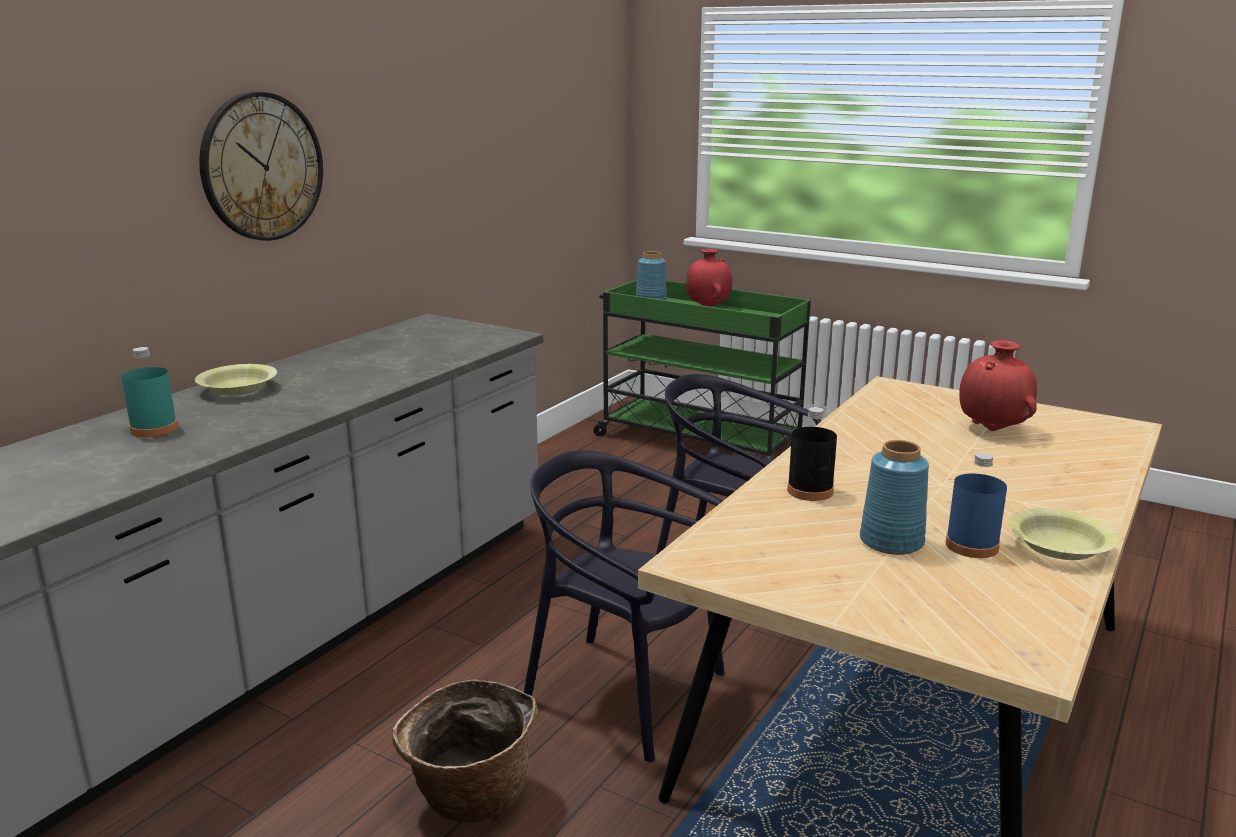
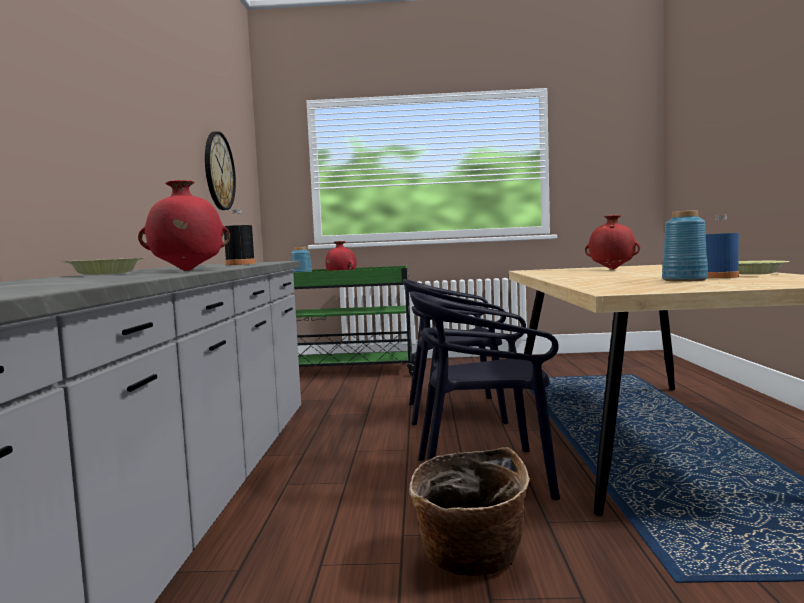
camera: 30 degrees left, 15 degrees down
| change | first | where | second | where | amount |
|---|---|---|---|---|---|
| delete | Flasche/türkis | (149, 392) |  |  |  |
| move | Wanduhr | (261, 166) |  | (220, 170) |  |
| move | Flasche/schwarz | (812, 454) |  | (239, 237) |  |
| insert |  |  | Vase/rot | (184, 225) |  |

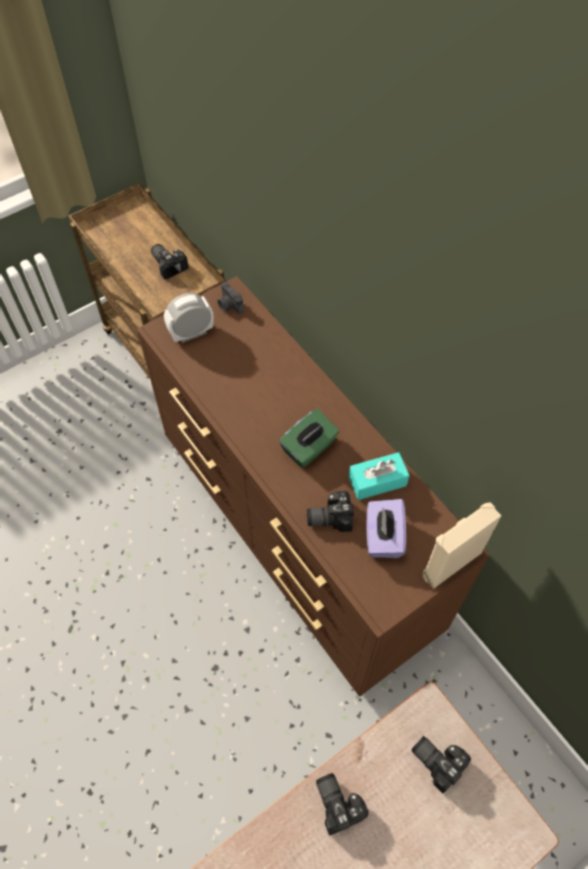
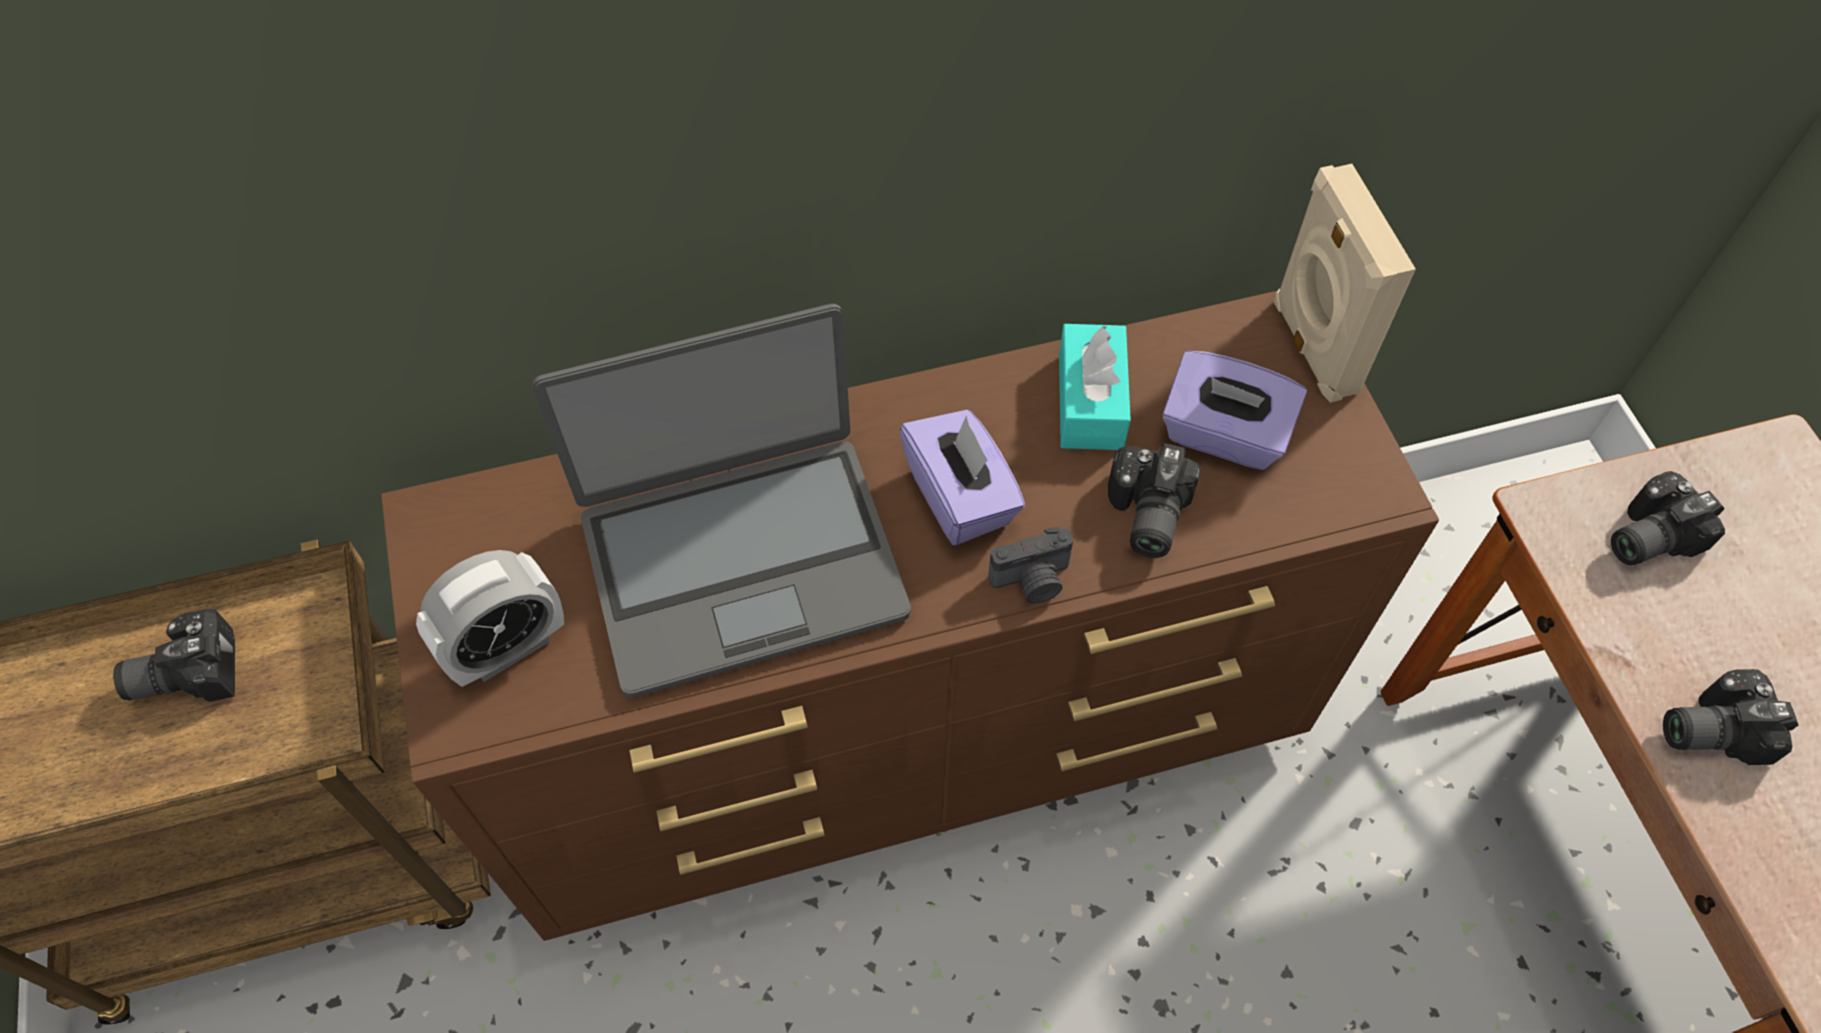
camera: 70 degrees left, 0 degrees up
| change | first | where | second | where | amount |
|---|---|---|---|---|---|
| rotate | Wecker | (189, 318) |  | (490, 618) | 120 degrees counterclockwise |
| move | Kamera | (231, 298) |  | (1031, 565) |  |
| recolor | Taschentuchbox/grün | (309, 438) | Taschentuchbox/lila | (962, 477) |  |
| insert |  |  | Laptop | (721, 501) |  |

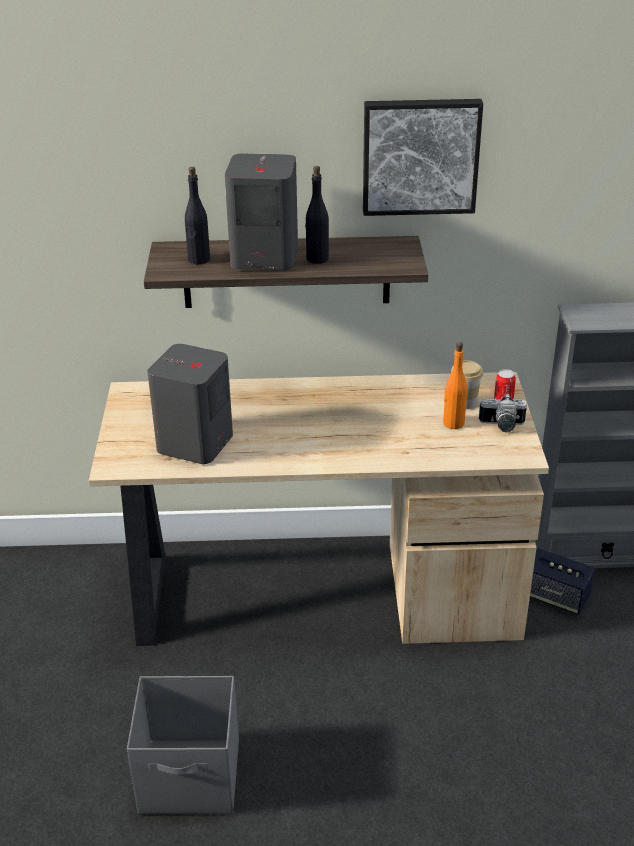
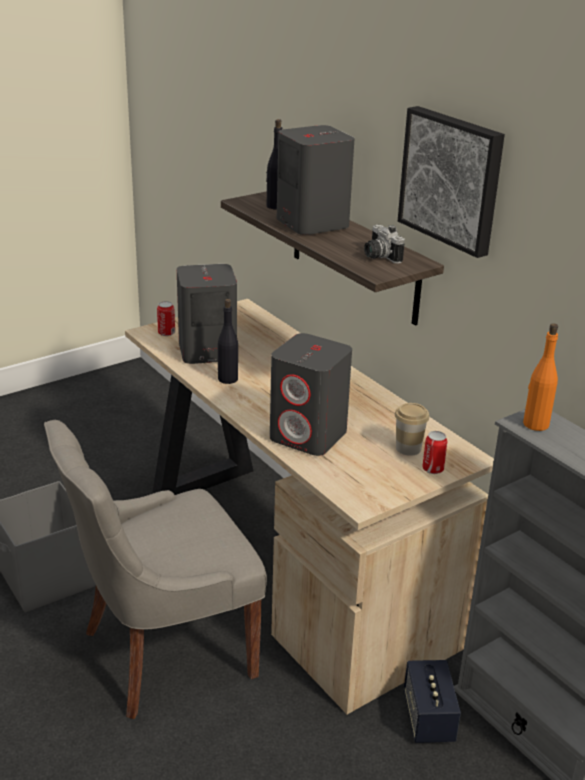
camera: 55 degrees right, 5 degrees down
| change | first | where | second | where | amount |
|---|---|---|---|---|---|
| move | Flasche/schwarz | (317, 215) |  | (228, 341) |  |
| move | Flasche/orange | (455, 385) |  | (540, 377) |  |
| move | Kamera | (503, 412) |  | (384, 244) |  |
| insert |  |  | Stuhl/grau | (155, 569) |  |
| insert |  |  | Dose | (166, 318) |  |
| insert |  |  | Lautsprecher/grau | (311, 394) |  |

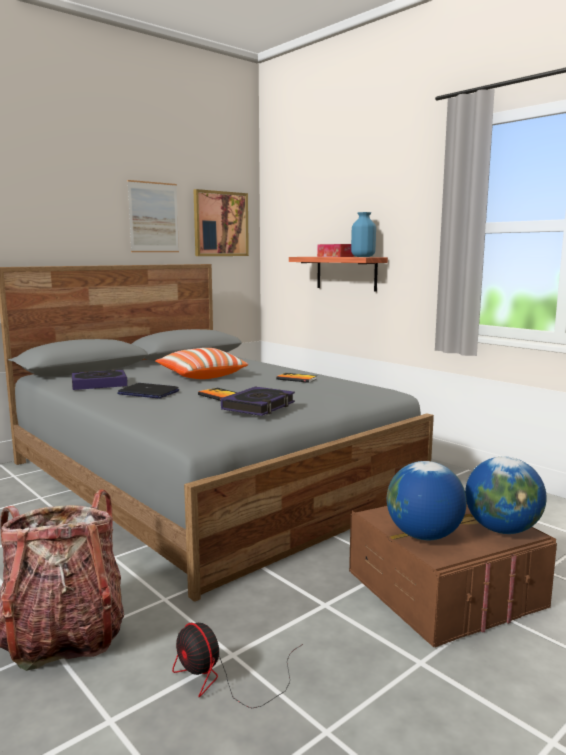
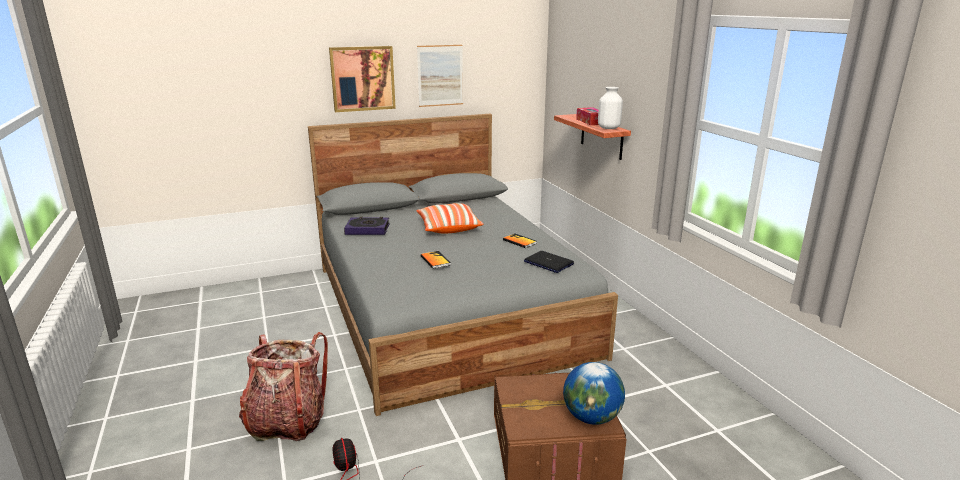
camera: 20 degrees right, 10 degrees up
| change | first | where | second | where | amount |
|---|---|---|---|---|---|
| move | Laptop | (148, 391) |  | (549, 262) |  |
| move | Bild | (221, 222) |  | (362, 79) |  |
| delete | Buch | (258, 401) |  |  |  |
| recolor | Vase/blau | (363, 234) | Vase/weiß | (610, 108) |  |
| delete | Globus | (427, 500) |  |  |  |

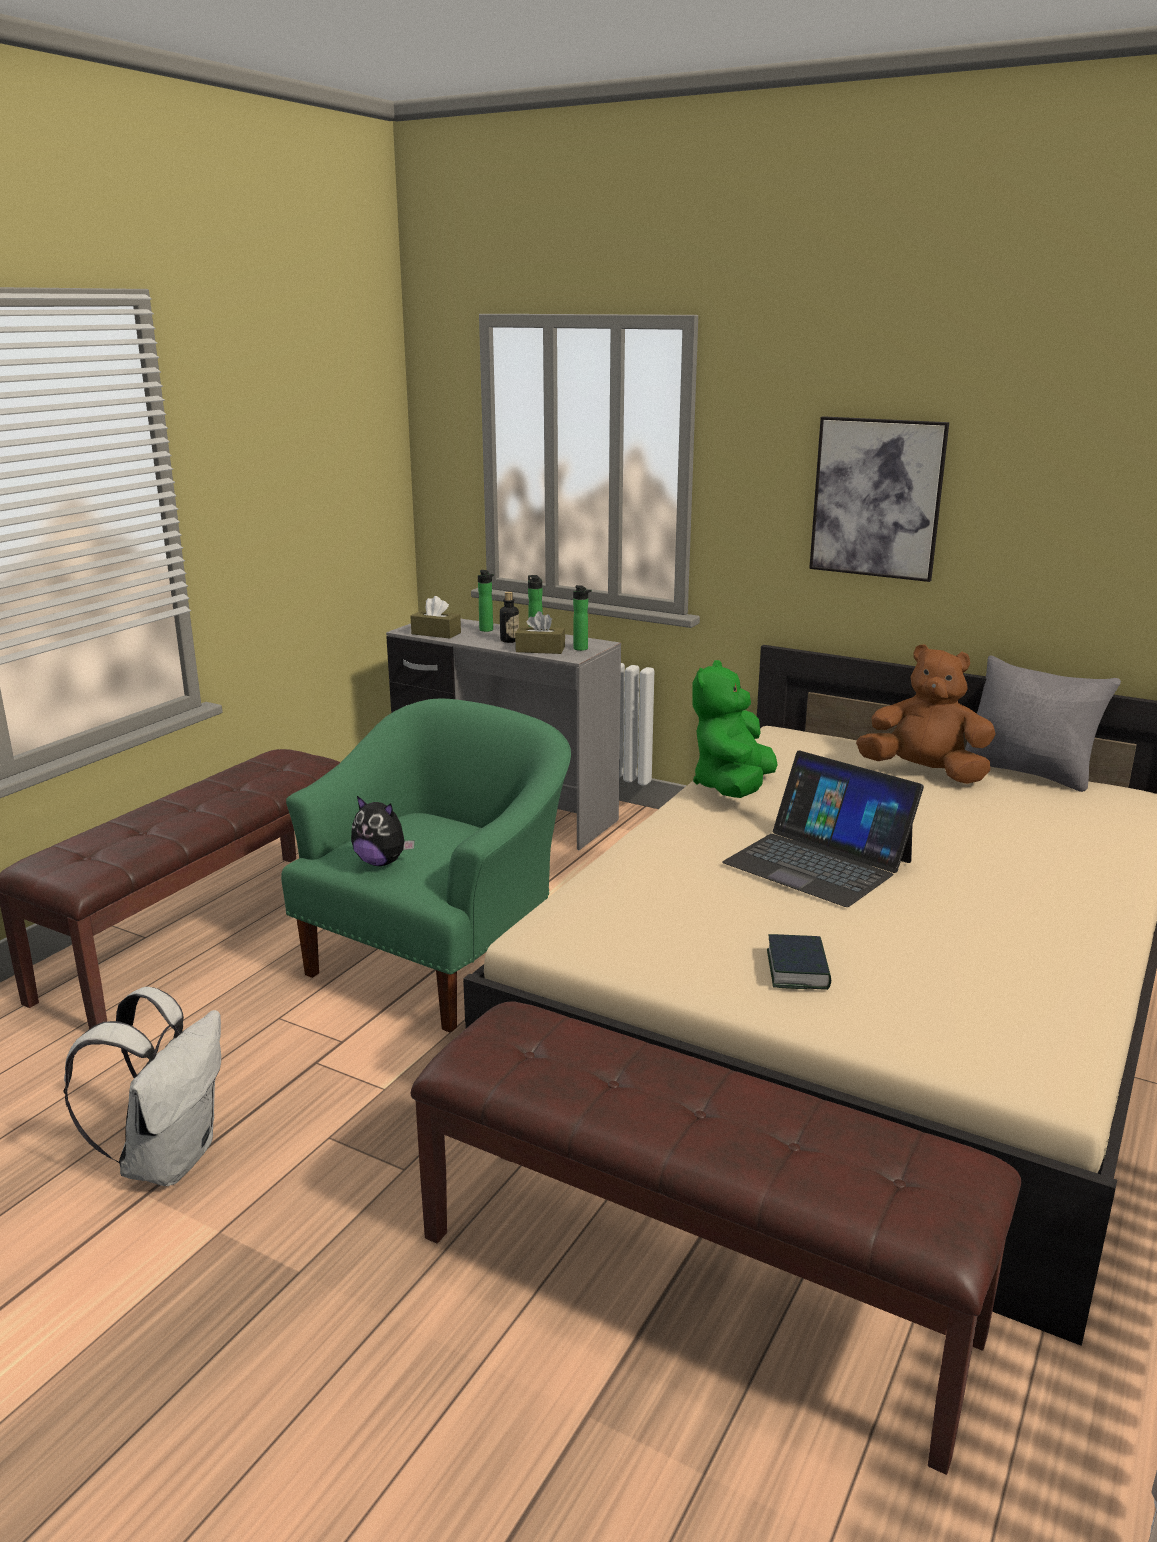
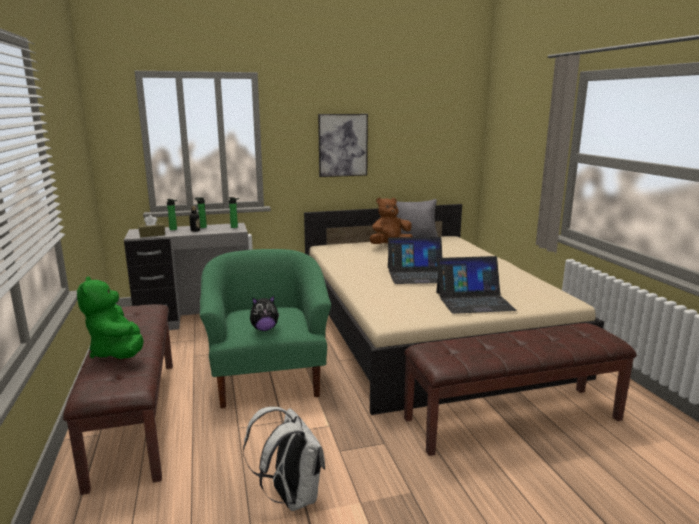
camera: 45 degrees left, 5 degrees down
| change | first | where | second | where | amount |
|---|---|---|---|---|---|
| delete | Taschentuchbox/braun | (540, 632) |  |  |  |
| move | Plüschtier/grün | (735, 729) |  | (110, 317) |  |
| replace | Buch | (799, 962) | Laptop | (476, 285) |  |

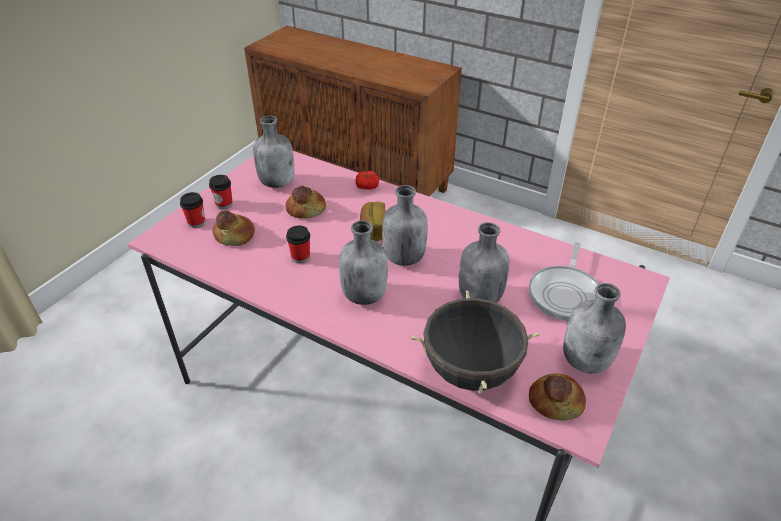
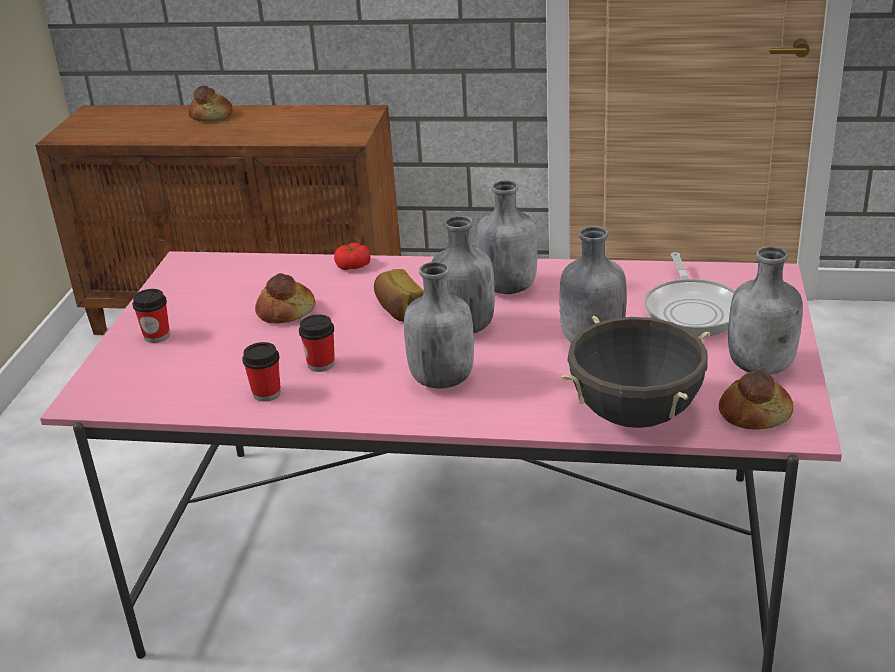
camera: 20 degrees left, 10 degrees down
| change | first | where | second | where | amount |
|---|---|---|---|---|---|
| move | Tasse | (192, 210) |  | (261, 372) |  |
| move | Brot | (234, 228) |  | (210, 103) |  |
| move | Flasche/grau | (273, 152) |  | (507, 237) |  |

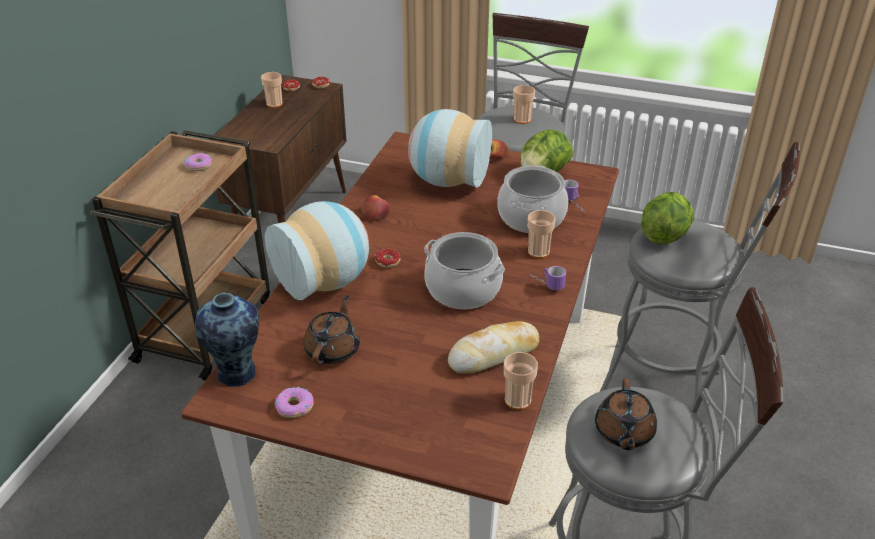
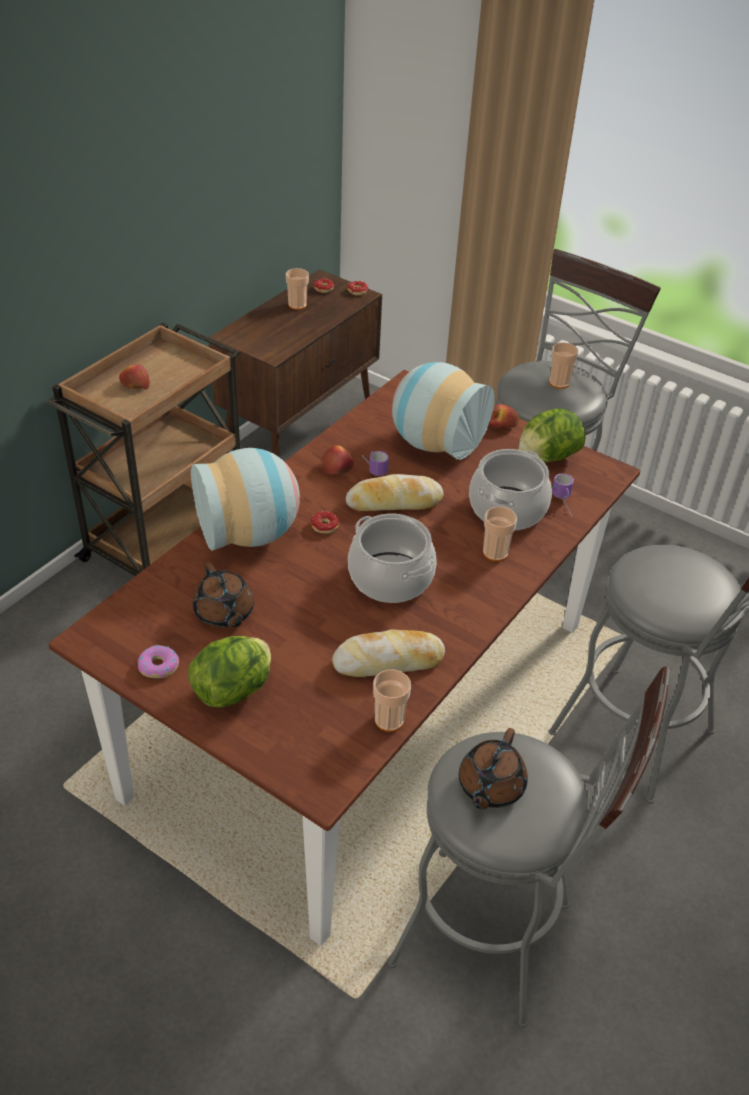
camera: 15 degrees right, 5 degrees up
| change | first | where | second | where | amount |
|---|---|---|---|---|---|
| delete | Donut | (198, 162) |  |  |  |
| delete | Vase | (227, 340) |  |  |  |
| rotate | Teekanne/braun | (331, 330) |  | (223, 594) | 120 degrees clockwise |
| move | Henkelbecher | (548, 278) |  | (375, 463) |  |
| move | Salatkopf | (667, 218) |  | (229, 672) |  |
| insert |  |  | Apfel | (134, 377) |  |
| insert |  |  | Brot | (395, 492) |  |

